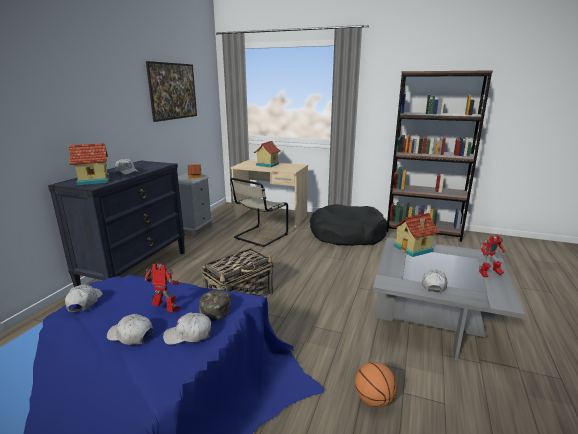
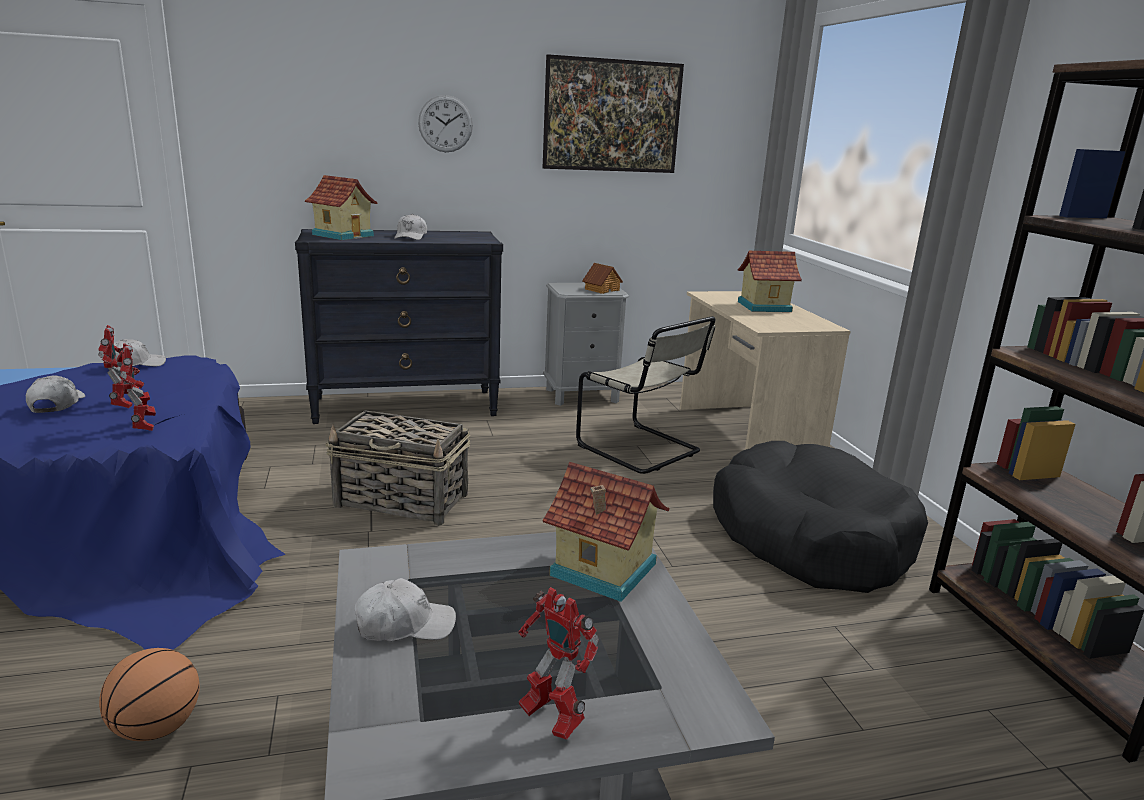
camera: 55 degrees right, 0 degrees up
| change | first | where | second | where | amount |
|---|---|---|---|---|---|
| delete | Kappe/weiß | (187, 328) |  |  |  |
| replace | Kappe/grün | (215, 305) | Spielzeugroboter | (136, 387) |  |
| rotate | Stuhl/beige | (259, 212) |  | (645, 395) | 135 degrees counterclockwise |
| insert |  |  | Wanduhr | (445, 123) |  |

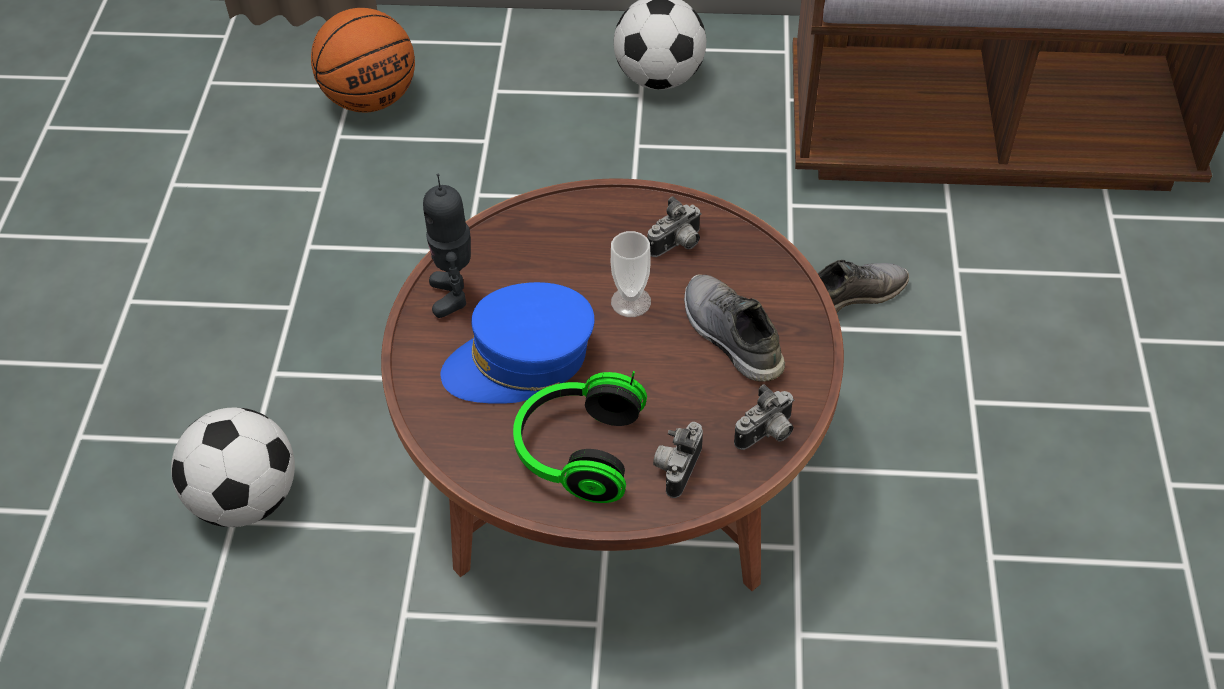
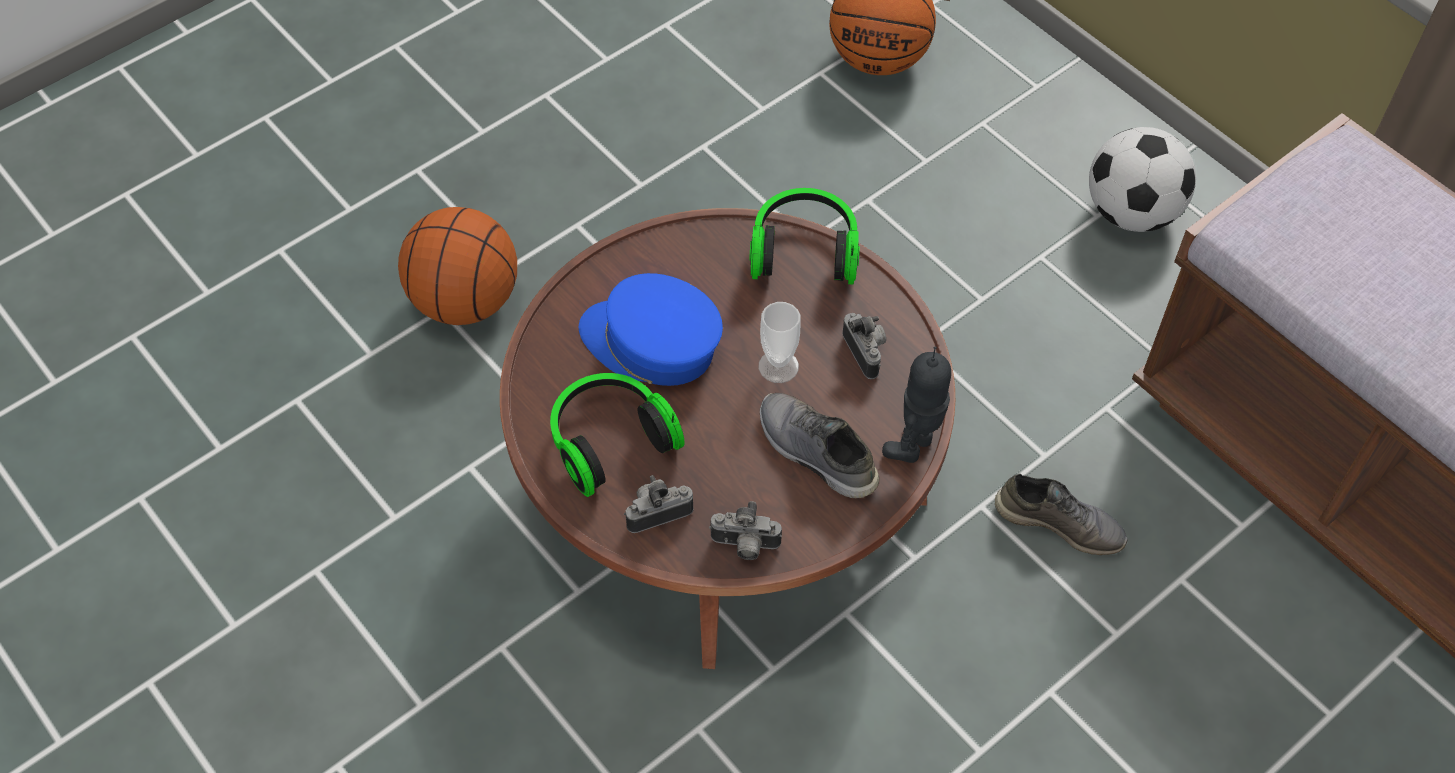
camera: 45 degrees right, 5 degrees up
| change | first | where | second | where | amount |
|---|---|---|---|---|---|
| replace | Fußball | (233, 467) | Basketball | (457, 266) |  |
| move | Spielzeugroboter | (447, 246) |  | (916, 404) |  |
| rotate | Kamera | (674, 226) |  | (864, 346) | 120 degrees counterclockwise |
| rotate | Schuh/grau | (734, 328) |  | (819, 445) | 60 degrees counterclockwise |
| insert |  |  | Kopfhörer | (804, 236) |  |

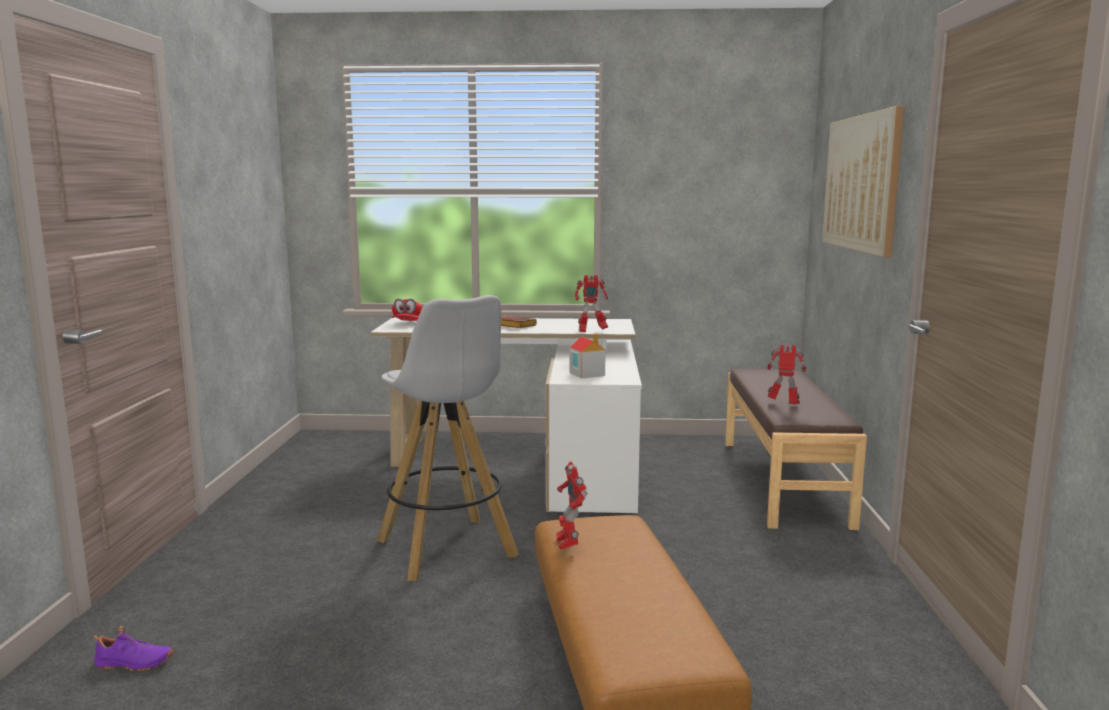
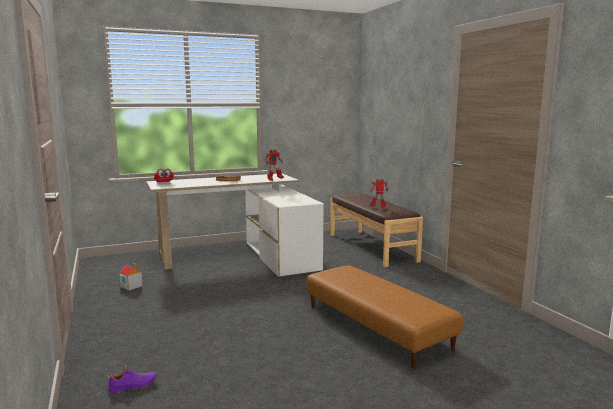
camera: 25 degrees left, 0 degrees up
| change | first | where | second | where | amount |
|---|---|---|---|---|---|
| delete | Hocker/weiß | (448, 438) |  |  |  |
| delete | Spielzeugroboter | (572, 505) |  |  |  |
| move | Spielzeughaus | (588, 356) |  | (130, 276) |  |
| delete | Bild | (863, 181) |  |  |  |

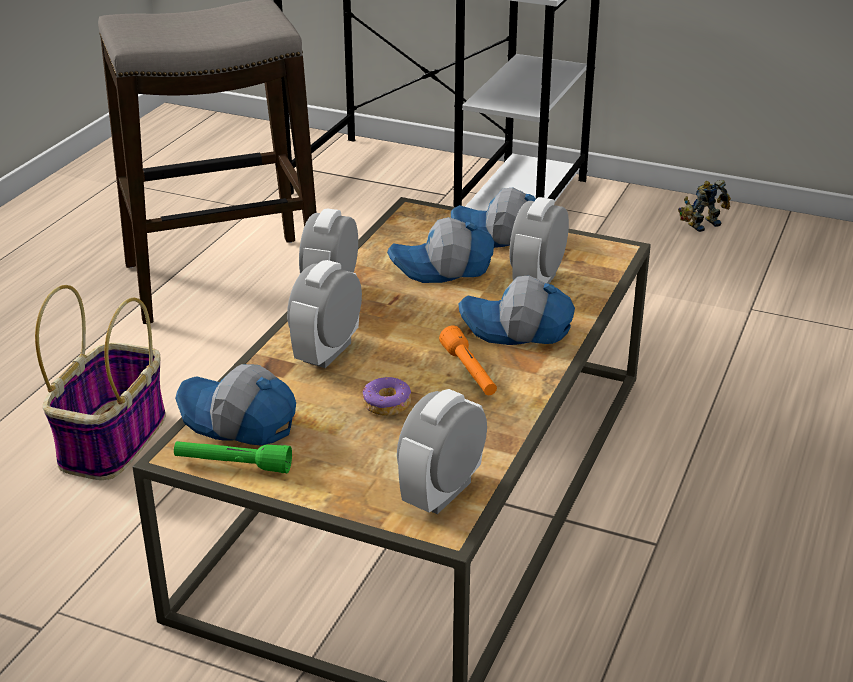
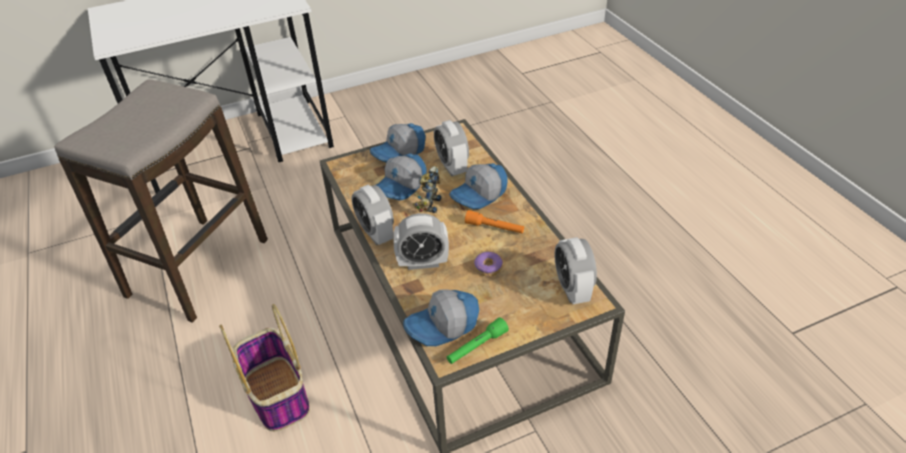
camera: 45 degrees left, 10 degrees up
| change | first | where | second | where | amount |
|---|---|---|---|---|---|
| rotate | Wecker | (324, 314) |  | (421, 241) | 75 degrees counterclockwise |
| move | Spielzeugroboter | (704, 206) |  | (427, 189) |  |

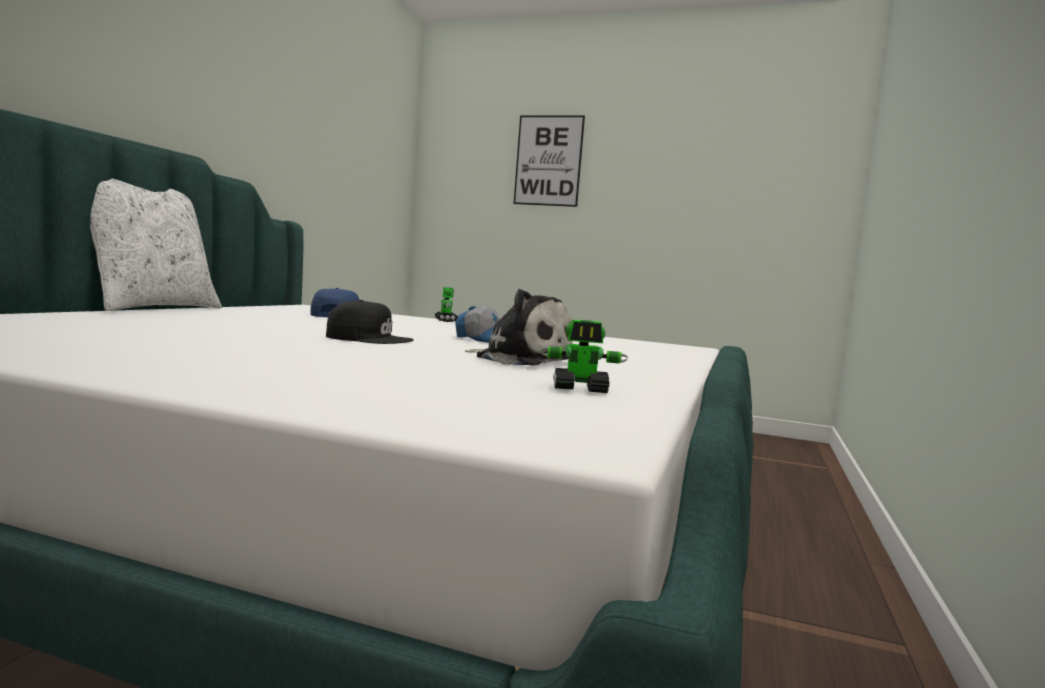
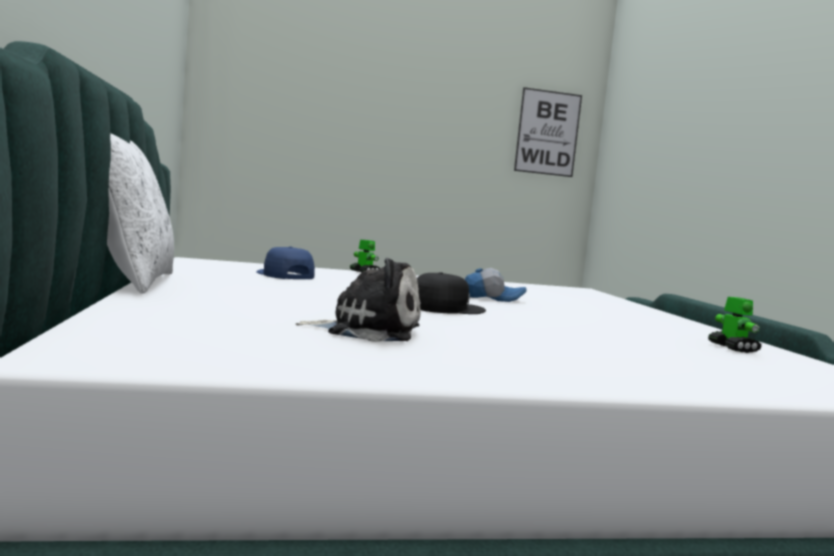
camera: 30 degrees left, 0 degrees up
| change | first | where | second | where | amount |
|---|---|---|---|---|---|
| move | Plüschtier | (518, 327) |  | (358, 300) |  |
| move | Bild | (549, 161) |  | (548, 132) |  |
| rotate | Spielzeugroboter | (584, 356) |  | (735, 325) | 75 degrees counterclockwise |

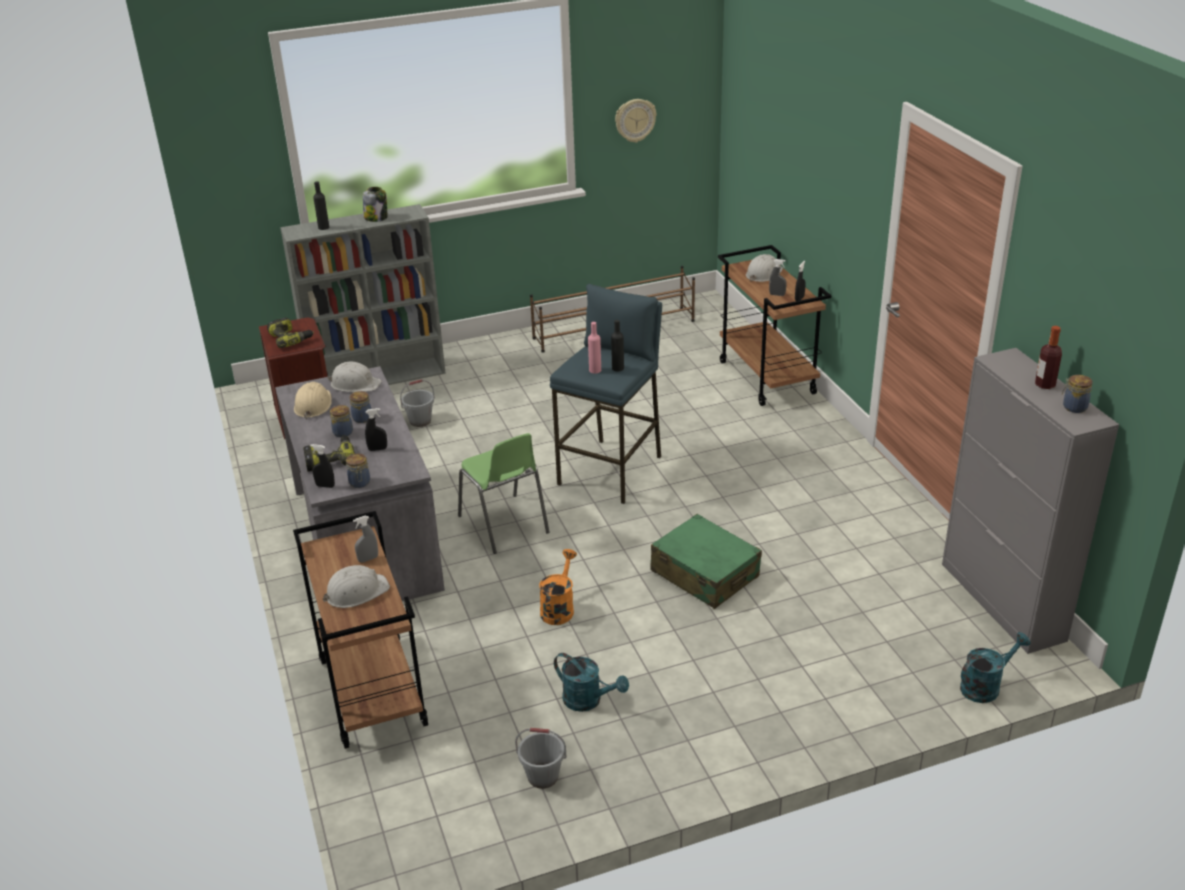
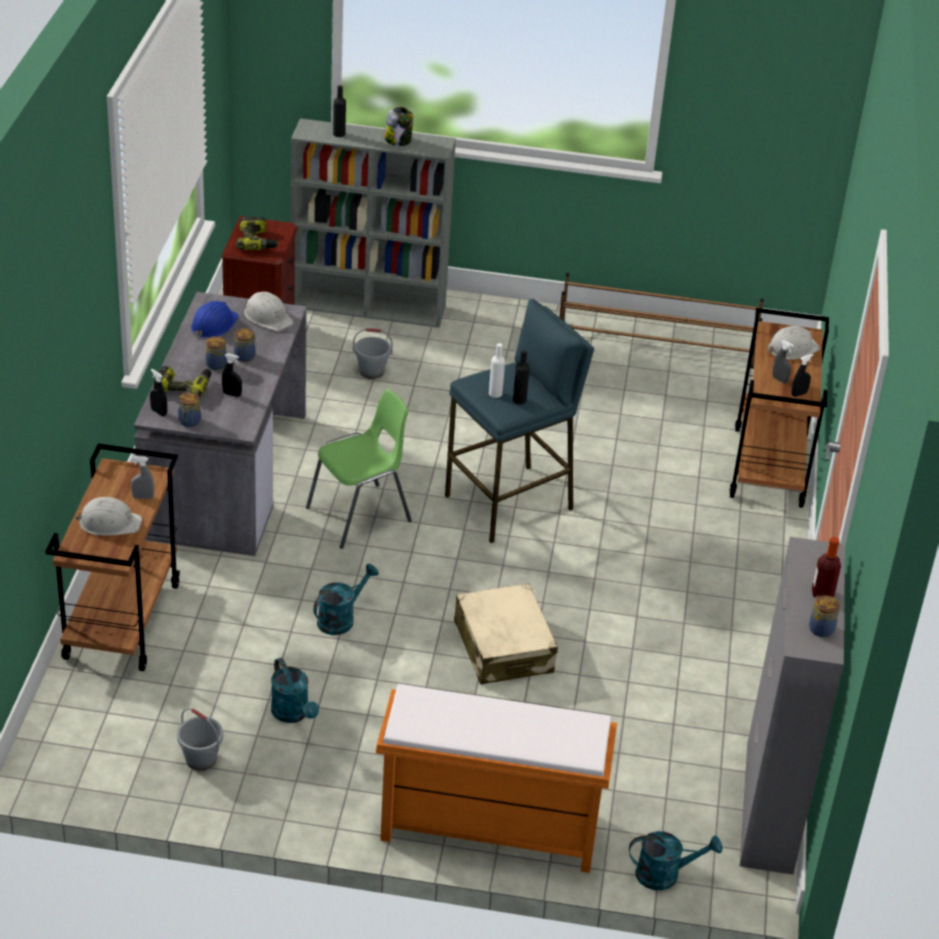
camera: 25 degrees right, 5 degrees up
| change | first | where | second | where | amount |
|---|---|---|---|---|---|
| recolor | Schutzhelm/beige | (313, 401) | Schutzhelm/blau | (215, 319) |  |
| rotate | Stuhl/grün | (503, 493) |  | (359, 469) | 120 degrees counterclockwise |
| recolor | Gießkanne/orange | (558, 587) | Gießkanne/türkis | (346, 599) |  |
| recolor | Flasche/rosa | (594, 348) | Flasche/weiß | (497, 370) |  |
| delete | Wanduhr | (635, 121) |  |  |  |
| recolor | Koffer/grün | (706, 561) | Koffer/beige | (506, 634) |  |
| insert |  |  | Bank/orange | (496, 778) |  |

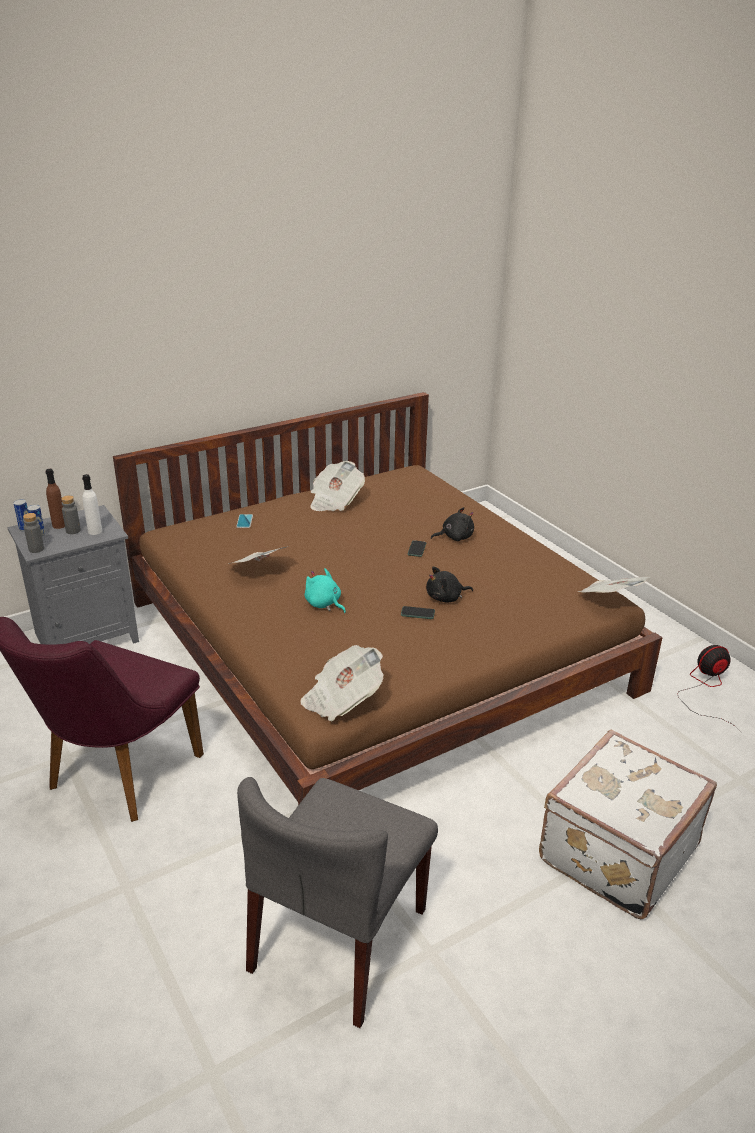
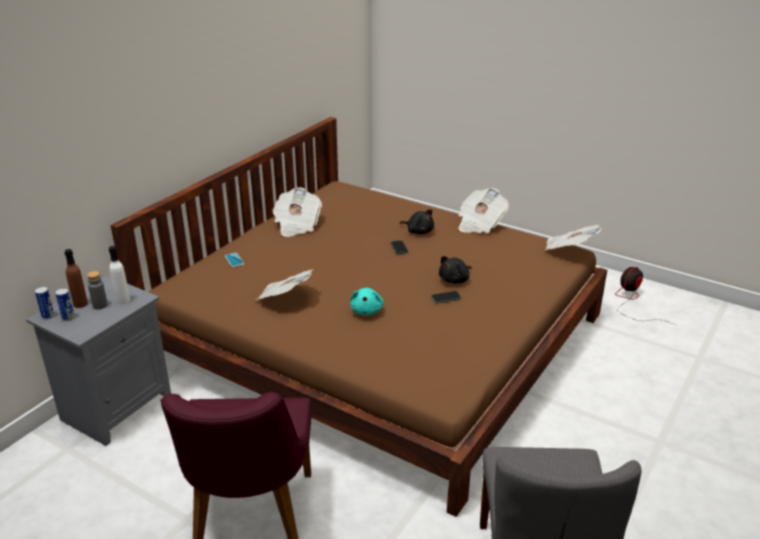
camera: 25 degrees left, 0 degrees up
| change | first | where | second | where | amount |
|---|---|---|---|---|---|
| delete | Flasche/grau | (33, 533) |  |  |  |
| move | Zeitung | (342, 683) |  | (483, 210) |  |
| rotate | Plüschtier/türkis | (325, 590) |  | (367, 302) | 105 degrees counterclockwise |
| rotate | Plüschtier/schwarz | (452, 524) |  | (417, 221) | 75 degrees clockwise |
| delete | Koffer/weiß | (628, 824) |  |  |  |

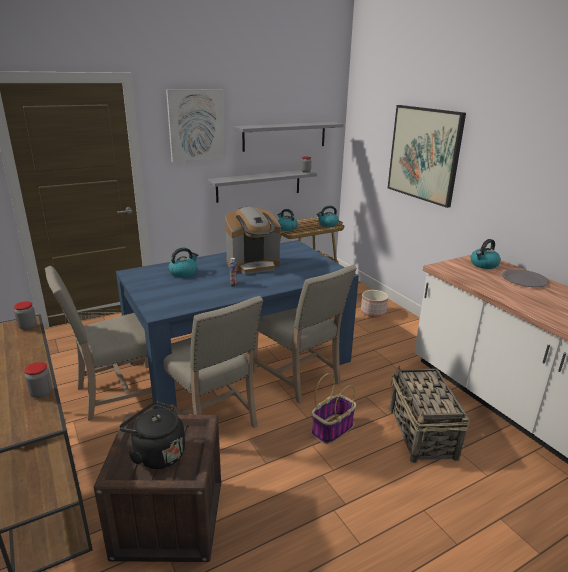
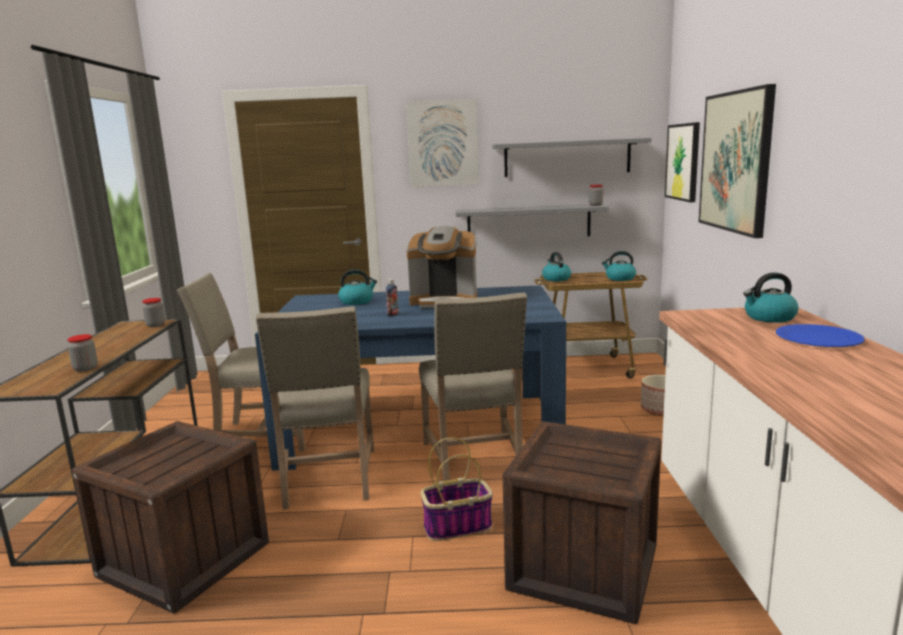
camera: 30 degrees right, 10 degrees down
| change | first | where | second | where | amount |
|---|---|---|---|---|---|
| delete | Wasserkessel/schwarz | (152, 435) |  |  |  |
| replace | Korb | (430, 414) | Kiste | (582, 522) |  |
| recolor | Teller/grau | (525, 278) | Teller/blau | (820, 335) |  |
| insert |  |  | Bild | (682, 162) |  |

